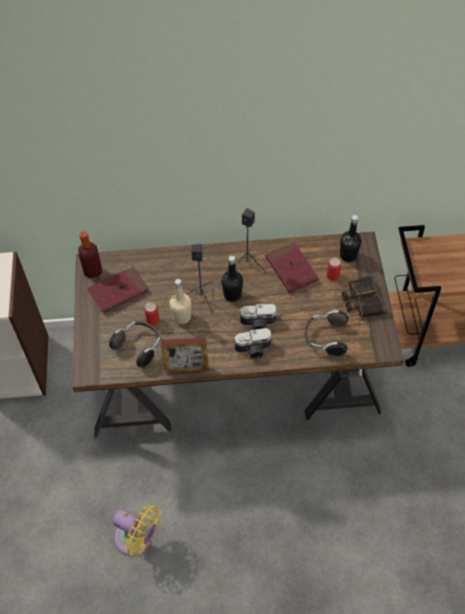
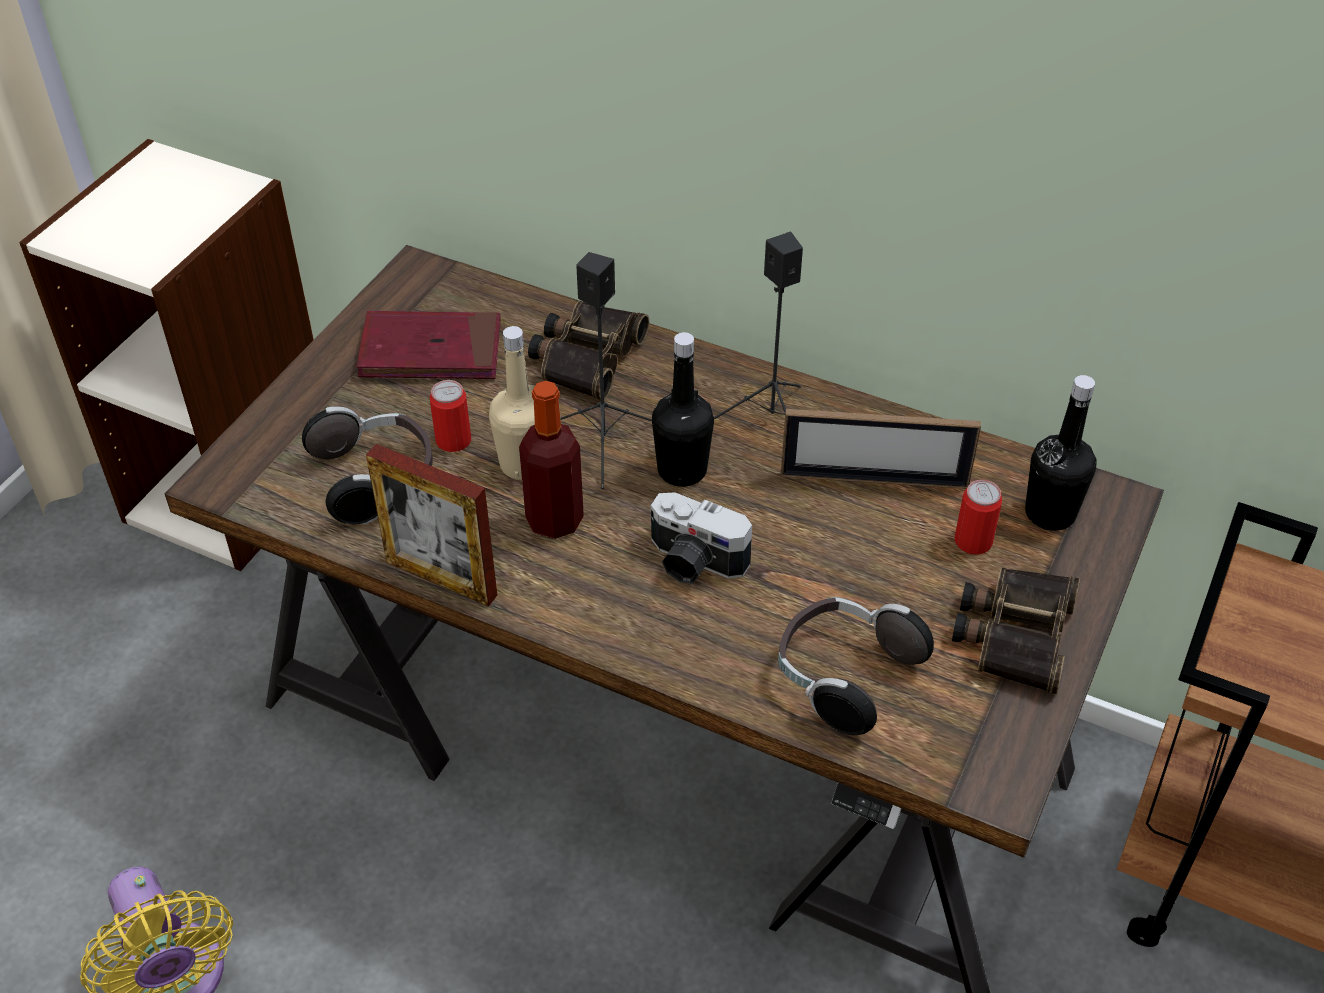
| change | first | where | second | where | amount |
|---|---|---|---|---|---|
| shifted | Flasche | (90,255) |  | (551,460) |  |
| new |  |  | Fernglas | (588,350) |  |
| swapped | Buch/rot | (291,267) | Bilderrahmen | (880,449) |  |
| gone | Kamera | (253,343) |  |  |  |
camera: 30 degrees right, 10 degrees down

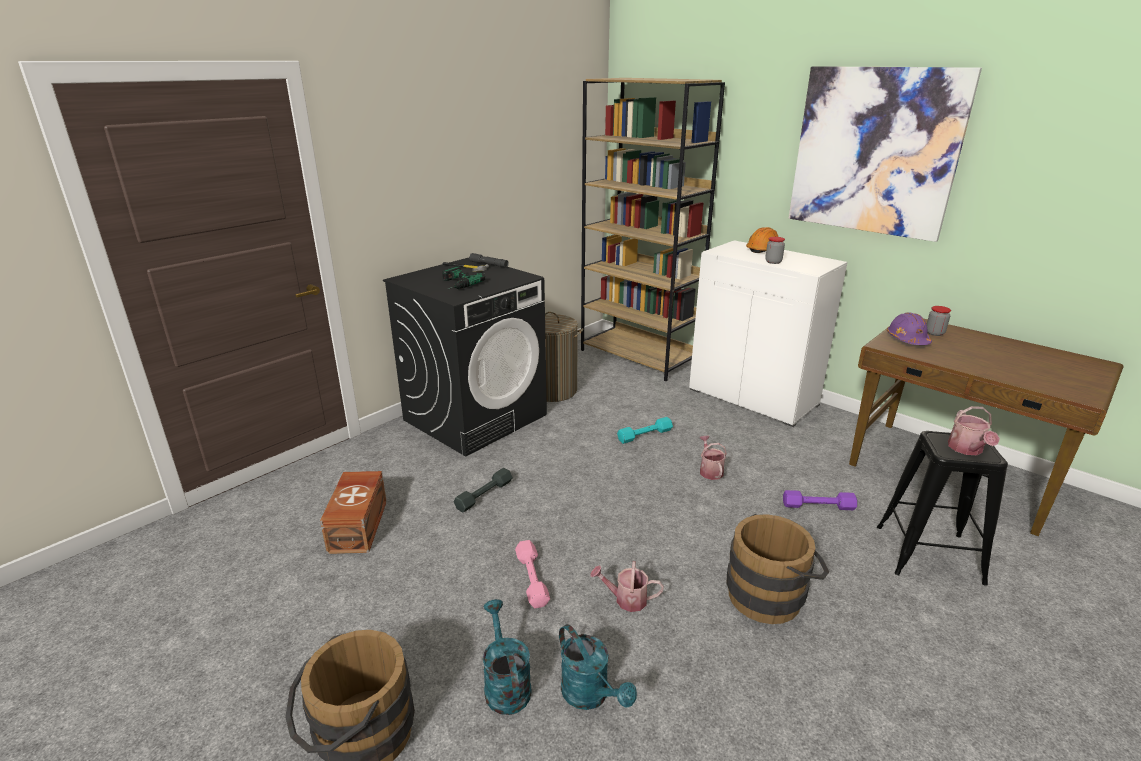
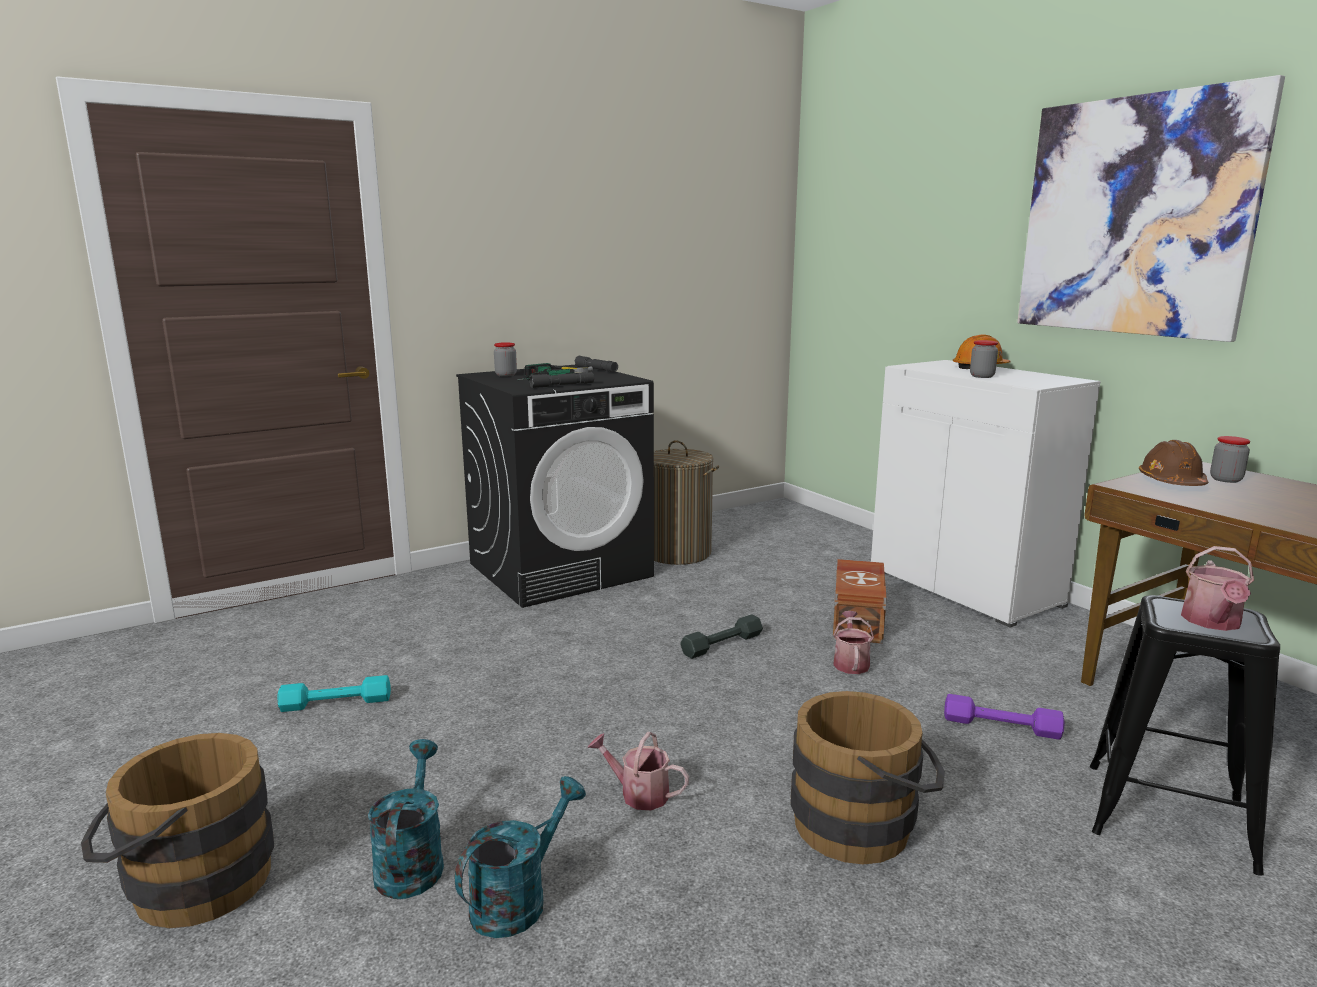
| change | first | where | second | where | amount |
|---|---|---|---|---|---|
| shifted | Hantel/türkis | (645,430) |  | (334,693) |  |
| rotated | Gießkanne/türkis | (598,667) |  | (520,857) | 120 degrees counterclockwise |
| new |  |  | Vorratsglas | (505,359) |  |
| new |  |  | Taschenlampe/grau | (561,380) |  |
| shifted | Hantel/grau | (483,490) |  | (721,636) |  |
| shifted | Aufbewahrungsbox/braun | (353,512) |  | (860,601) |  |
| repainted | Schutzhelm/lila | (909,328) | Schutzhelm/braun | (1173,463) |  |
| gone | Hantel/rosa | (532,574) |  |  |  |
| gone | Bücherregal/braun | (653,229) |  |  |  |
camera: 15 degrees right, 10 degrees down

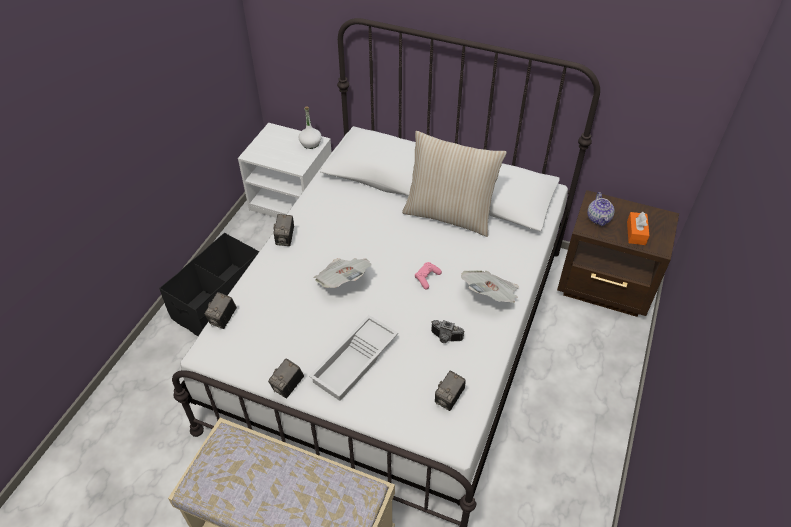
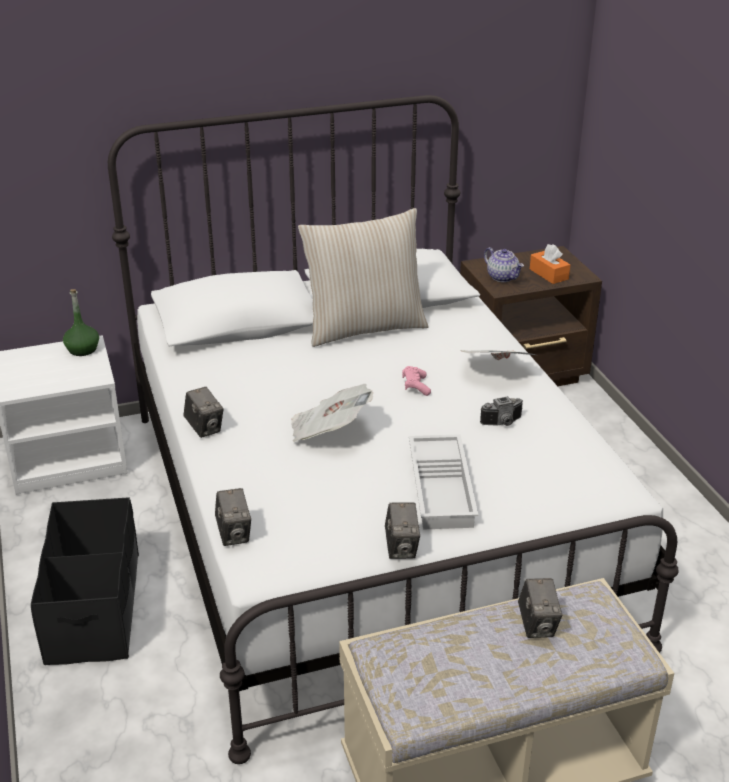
| change | first | where | second | where | amount |
|---|---|---|---|---|---|
| repainted | Flasche/weiß | (310,127) | Flasche/grün | (81,322) |  |
| shifted | Kamera | (450,391) |  | (540,608) |  |
camera: 40 degrees left, 15 degrees down

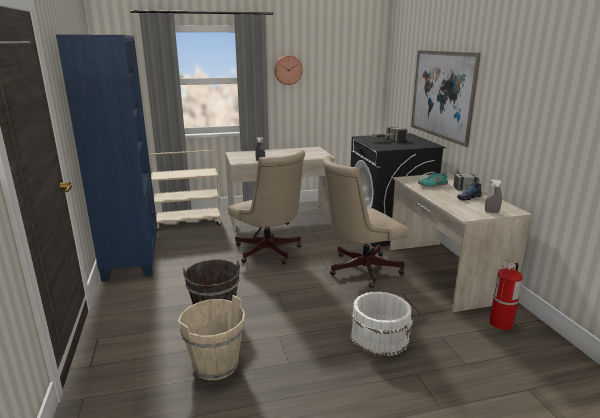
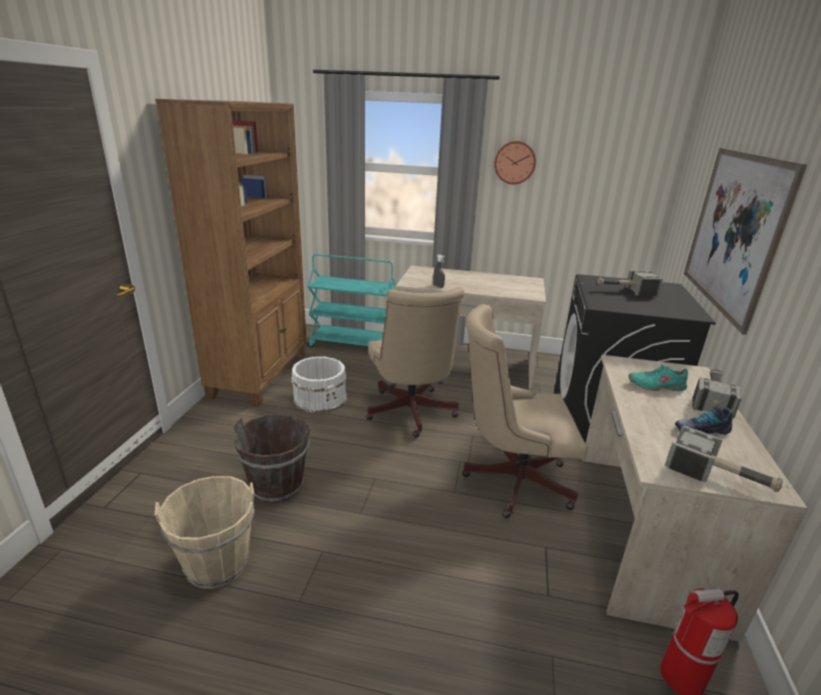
| change | first | where | second | where | amount |
|---|---|---|---|---|---|
| repainted | Bücherregal/blau | (106,158) | Bücherregal/braun | (231,253) |  |
| shifted | Eimer/weiß | (382,324) |  | (319,384) |  |
| repainted | Rollwagen/beige | (185,190) | Rollwagen/türkis | (351,301) |  |
| swapped | Sprühflasche/grau | (493,196) | Hammer | (724,459) |  |
camera: 25 degrees right, 5 degrees up

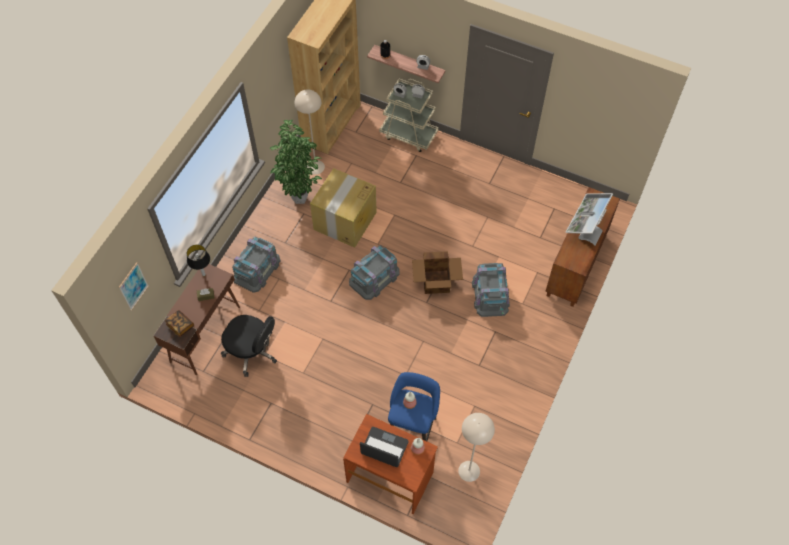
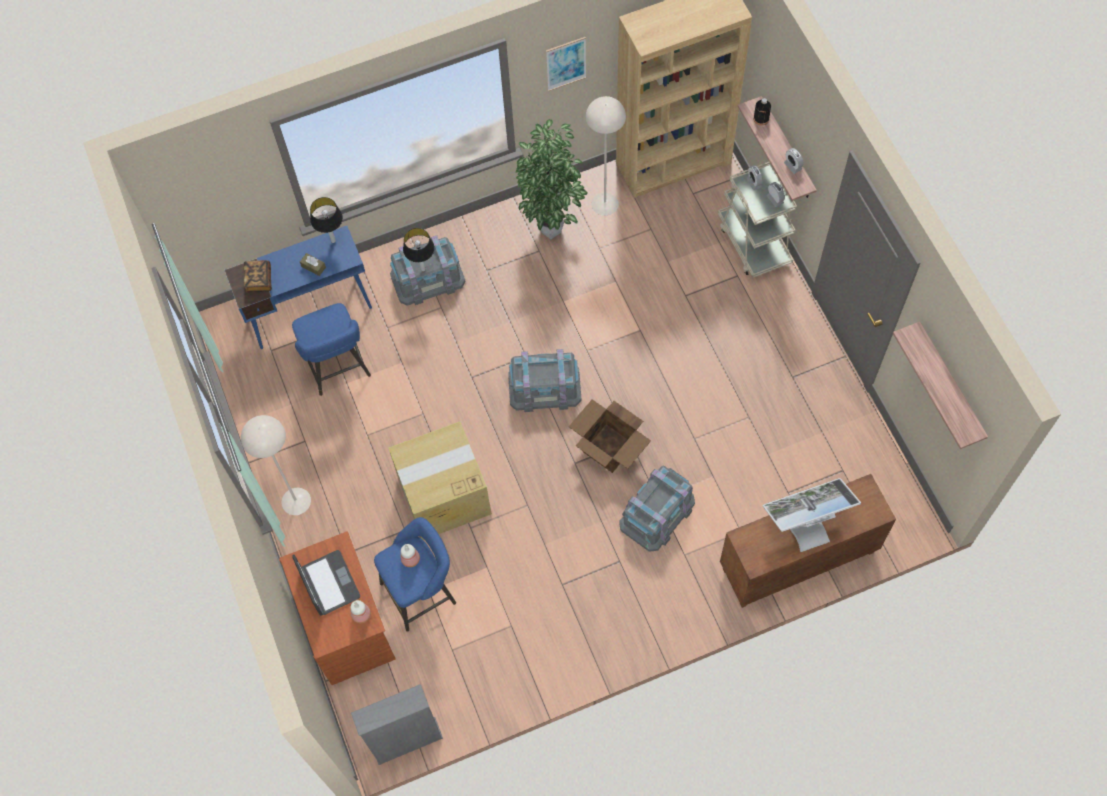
| change | first | where | second | where | amount |
|---|---|---|---|---|---|
| repainted | Schreibtisch/braun | (196,319) | Schreibtisch/blau | (298,287) |  |
| shifted | Stehlampe/beige | (476,447) |  | (276,465) |  |
| swapped | Bürostuhl/schwarz | (249,346) | Hocker/blau | (331,349) |  |
| new |  |  | Bücherregal/grau | (397,724) |  |
| shifted | Karton | (343,208) |  | (440,481) |  |
| new |  |  | Tischlampe | (419,250) |  |
| shifted | Bild | (134,286) |  | (566,64) |  |
| new |  |  | Wandregal | (940,385) |  |
camera: 45 degrees right, 5 degrees up

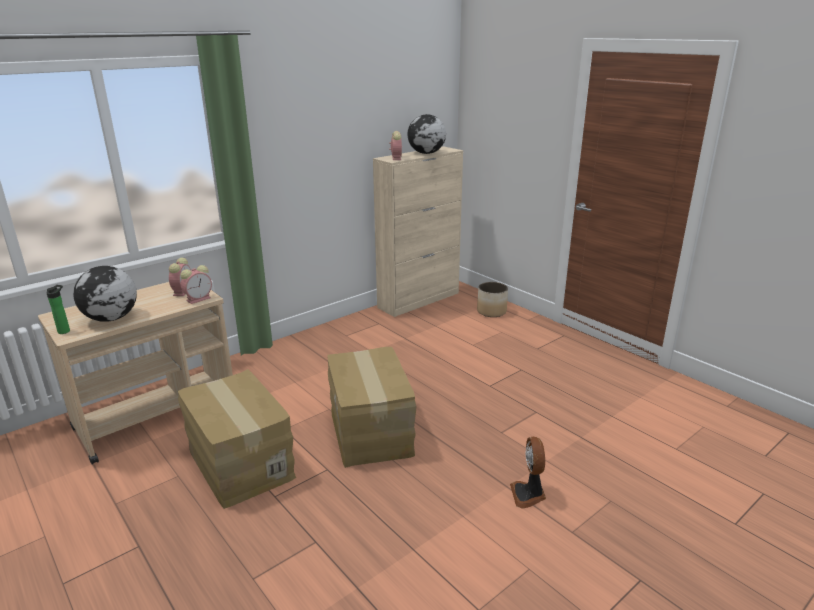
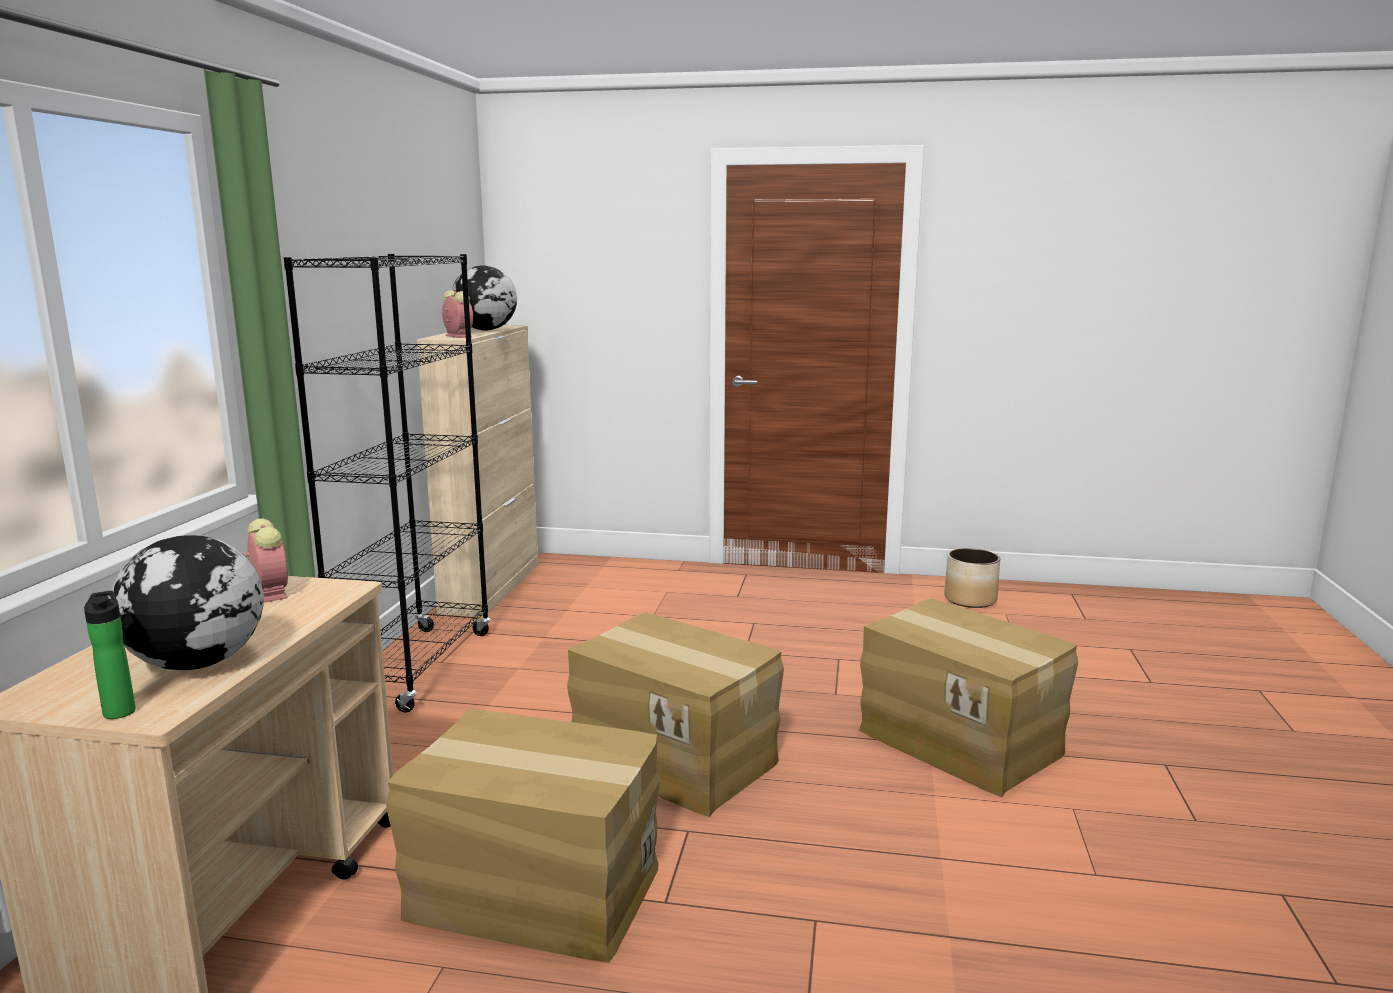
| change | first | where | second | where | amount |
|---|---|---|---|---|---|
| new |  |  | Bücherregal/schwarz | (387,483) |  |
| swapped | Ventilator | (528,472) | Karton | (968,697) |  |
| shifted | Pflanzkübel | (492,299) |  | (972,578) |  |
| gone | Wecker | (196,284) |  |  |  |
camera: 40 degrees left, 10 degrees down

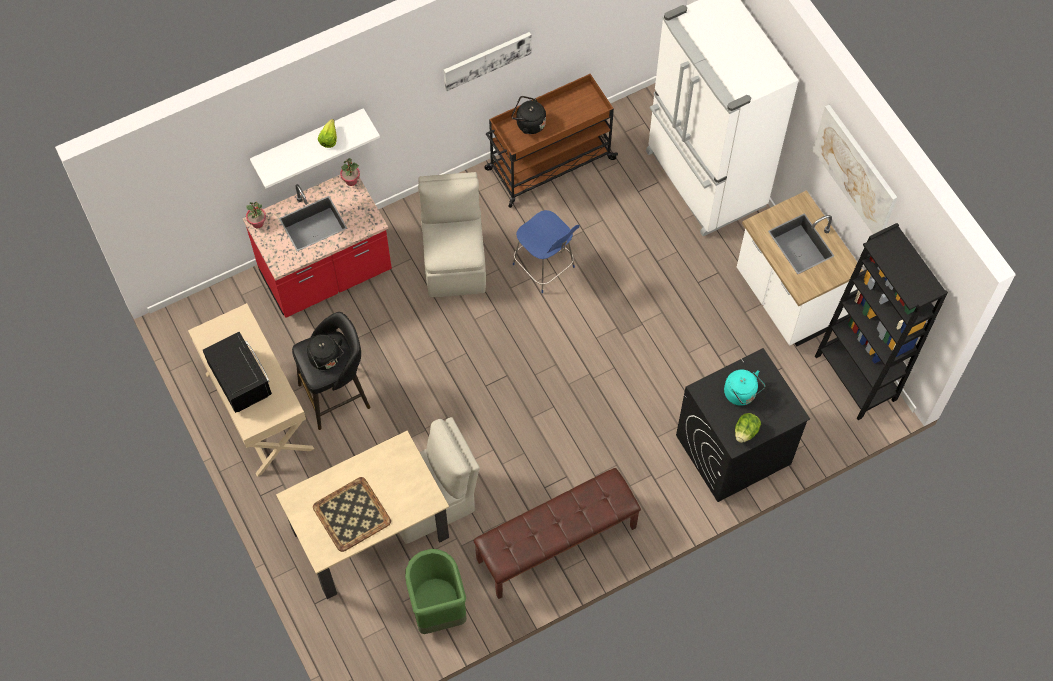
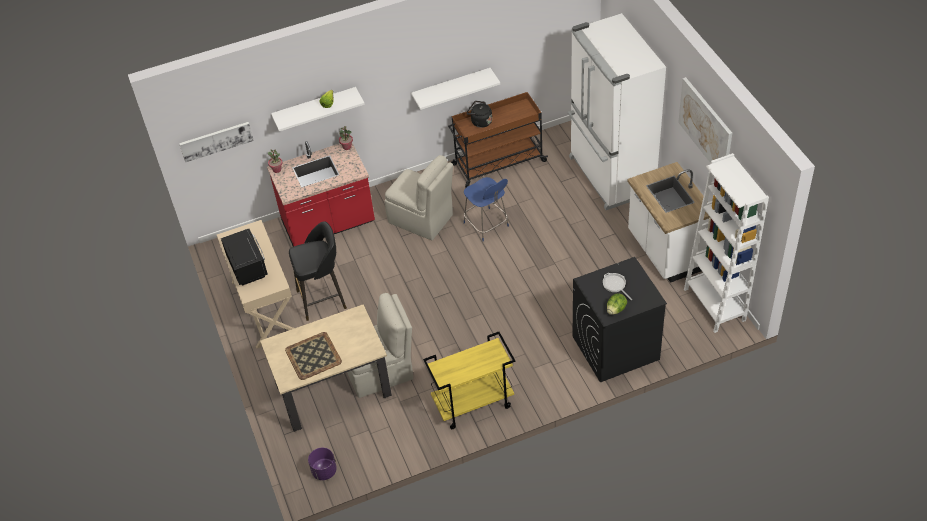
| change | first | where | second | where | amount |
|---|---|---|---|---|---|
| shifted | Bild | (487,61) |  | (216,142) |  |
| new |  |  | Pflanzkübel/lila | (322,464) |  |
| rotated | Stuhl/beige | (452,234) |  | (419,197) | 120 degrees clockwise |
| new |  |  | Wandregal/weiß | (455,89) |  |
| swapped | Bank/braun | (557,533) | Rollwagen/gelb | (469,380) |  |
| swapped | Wasserkessel/türkis | (744,387) | Pfanne | (617,286) |  |
| repainted | Bücherregal/schwarz | (881,321) | Bücherregal/weiß | (726,243) |  |
| gone | Wasserkessel/schwarz | (325,352) |  |  |  |
| gone | Mülleimer/grün | (436,591) |  |  |  |
camera: 10 degrees right, 15 degrees down

